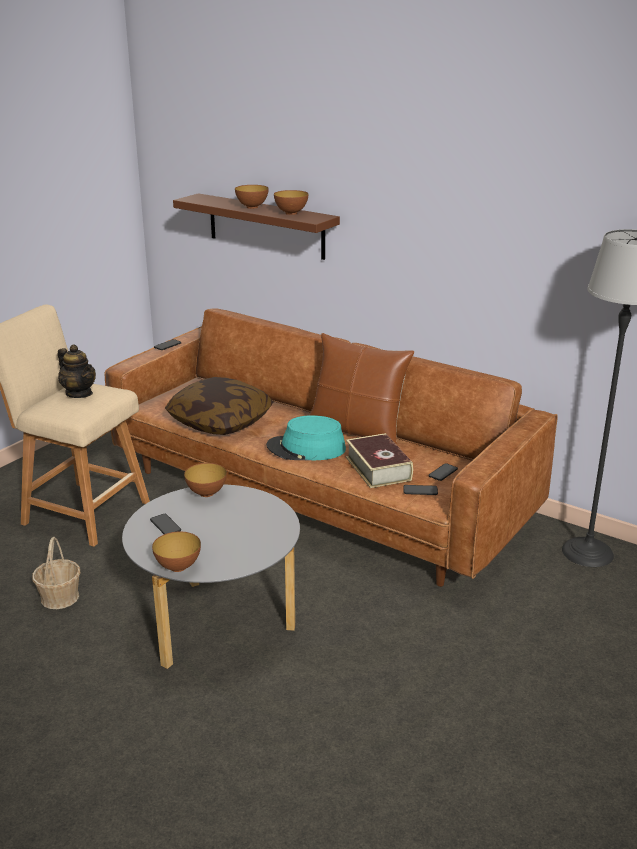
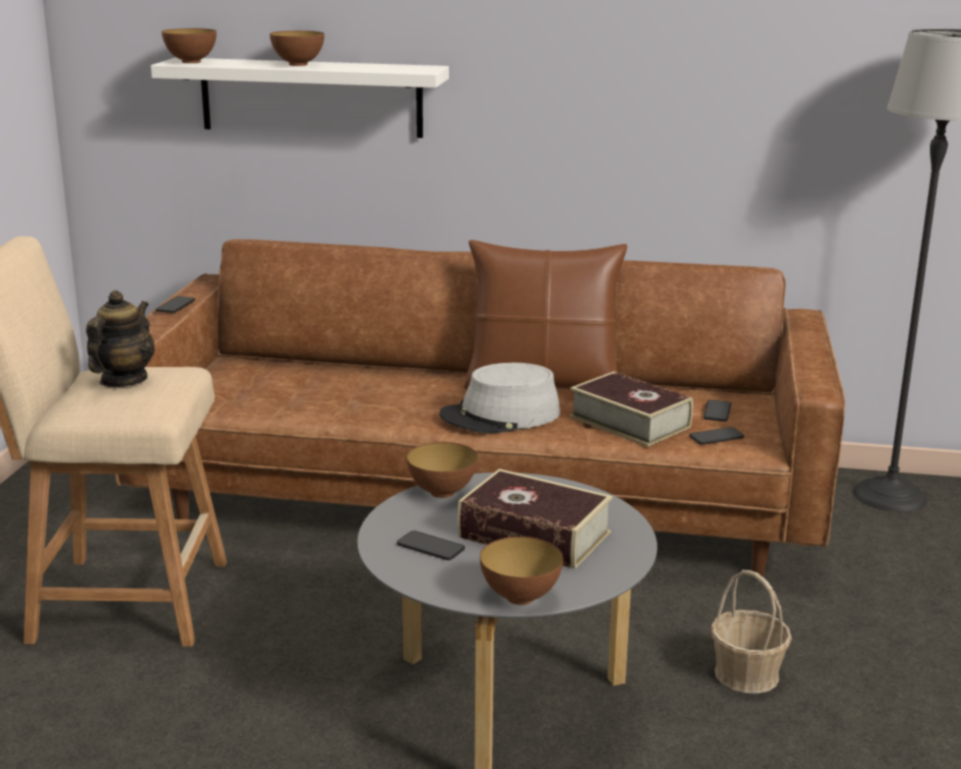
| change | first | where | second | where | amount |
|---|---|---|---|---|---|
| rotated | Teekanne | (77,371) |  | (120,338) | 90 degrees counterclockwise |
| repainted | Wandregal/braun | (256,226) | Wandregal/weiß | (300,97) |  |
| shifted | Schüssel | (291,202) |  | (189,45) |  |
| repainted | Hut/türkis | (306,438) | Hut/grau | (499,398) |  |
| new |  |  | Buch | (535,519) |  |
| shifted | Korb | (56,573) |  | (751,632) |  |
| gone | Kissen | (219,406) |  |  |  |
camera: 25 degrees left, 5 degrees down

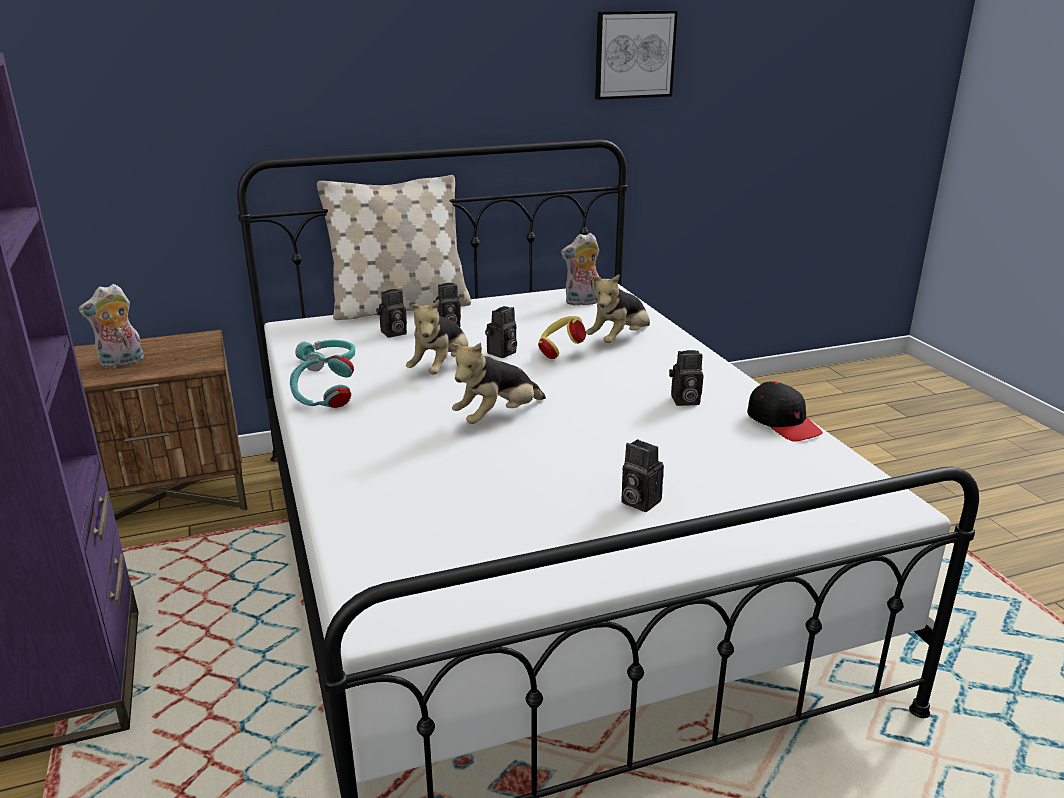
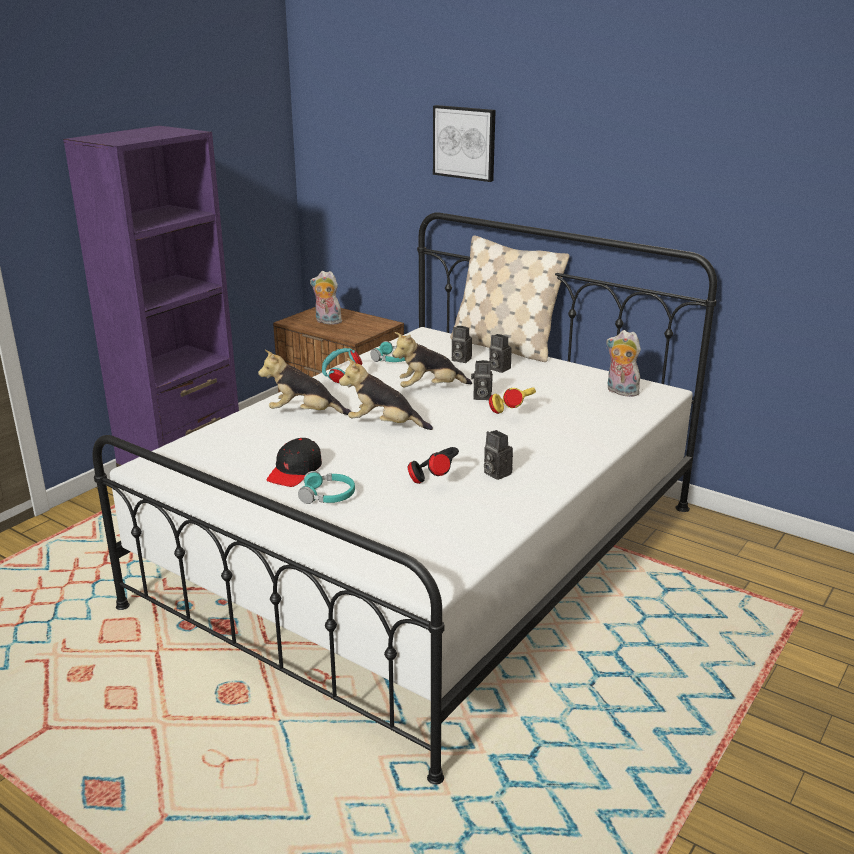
| change | first | where | second | where | amount |
|---|---|---|---|---|---|
| shifted | Plüschtier | (618,308) |  | (304,382) |  |
| shifted | Kappe/schwarz | (785,411) |  | (294,462) |  |
| swapped | Kamera | (643,475) | Kopfhörer/türkis | (326,487) |  |
| new |  |  | Kopfhörer/schwarz | (433,465) |  |
| shifted | Bild | (636,55) |  | (464,143) |  |
camera: 55 degrees right, 0 degrees up

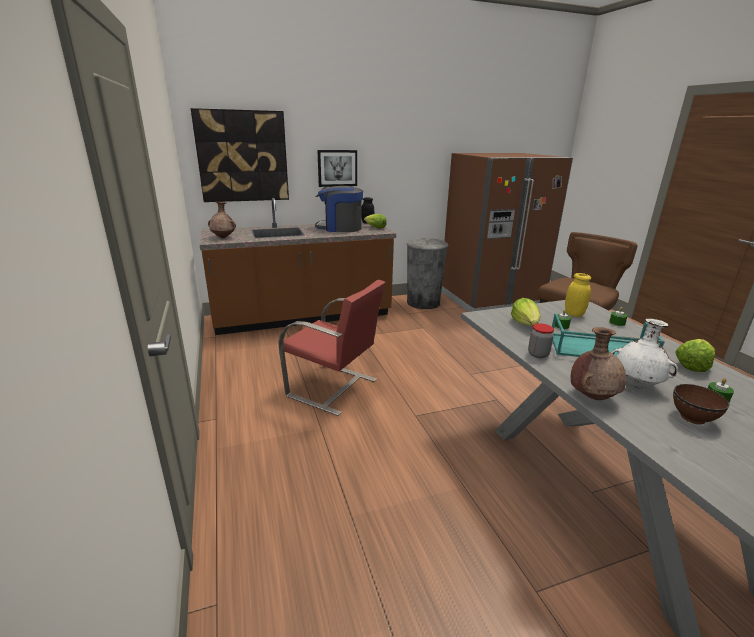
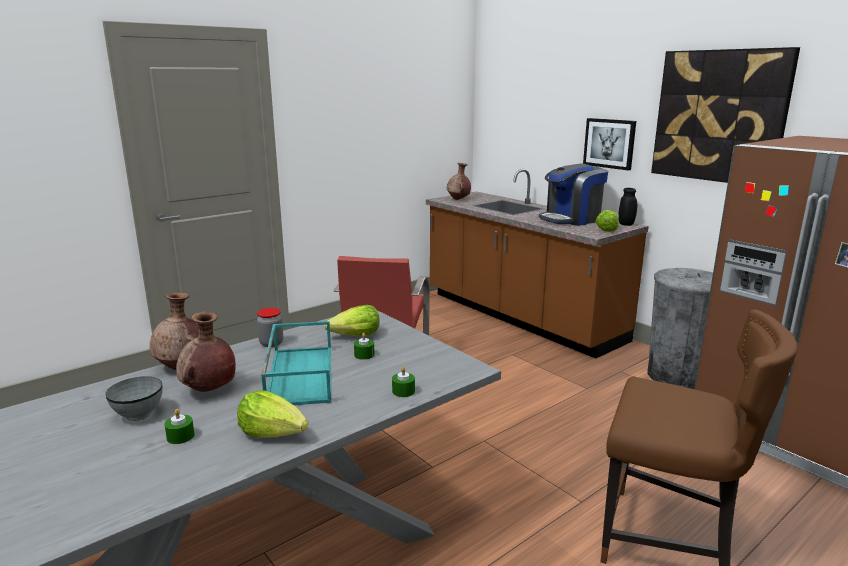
| change | first | where | second | where | amount |
|---|---|---|---|---|---|
| repainted | Schüssel/braun | (701,404) | Schüssel/grau | (134,398) |  |
| repainted | Vase/weiß | (645,353) | Vase/braun | (206,351) |  |
| rotated | Kaffeemaschine | (339,209) |  | (573,195) | 105 degrees counterclockwise |
| shifted | Bild | (240,155) |  | (725,115) |  |
| gone | Vorratsglas/gelb | (578,295) |  |  |  |
camera: 70 degrees right, 5 degrees down

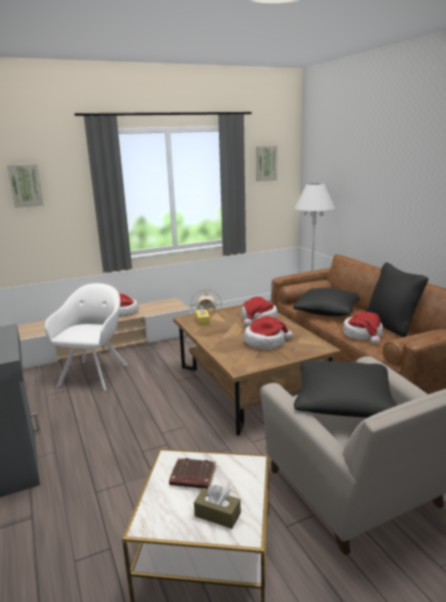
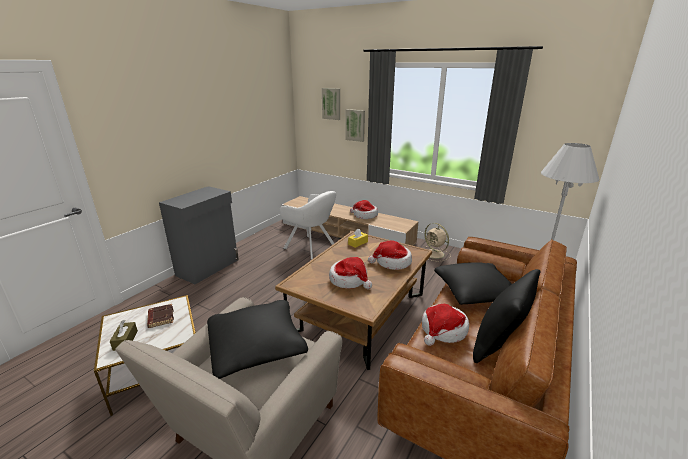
| change | first | where | second | where | amount |
|---|---|---|---|---|---|
| rotated | Sessel/weiß | (86,337) |  | (308,225) | 60 degrees clockwise |
| shifted | Bild | (267,163) |  | (355,125) |  |
camera: 55 degrees right, 5 degrees up

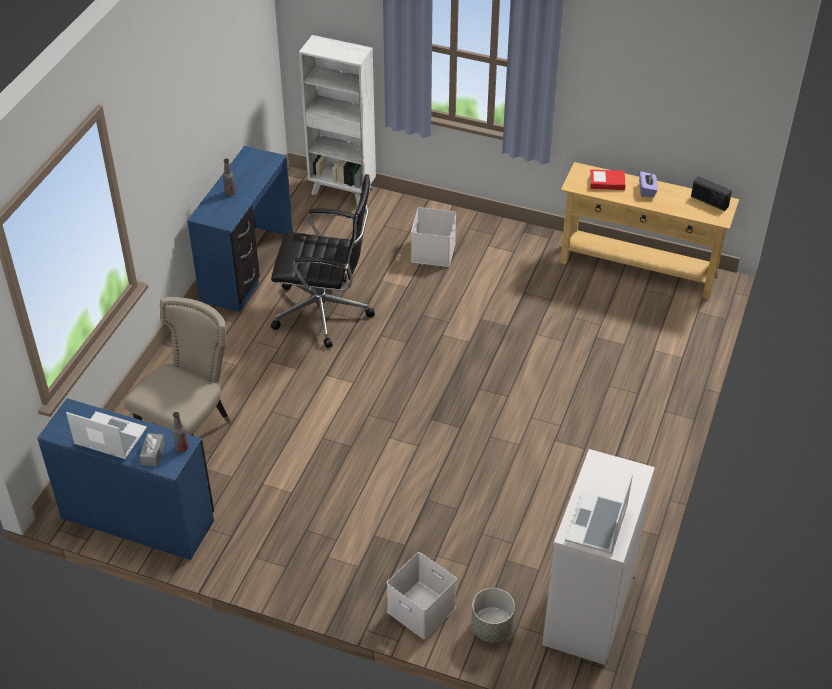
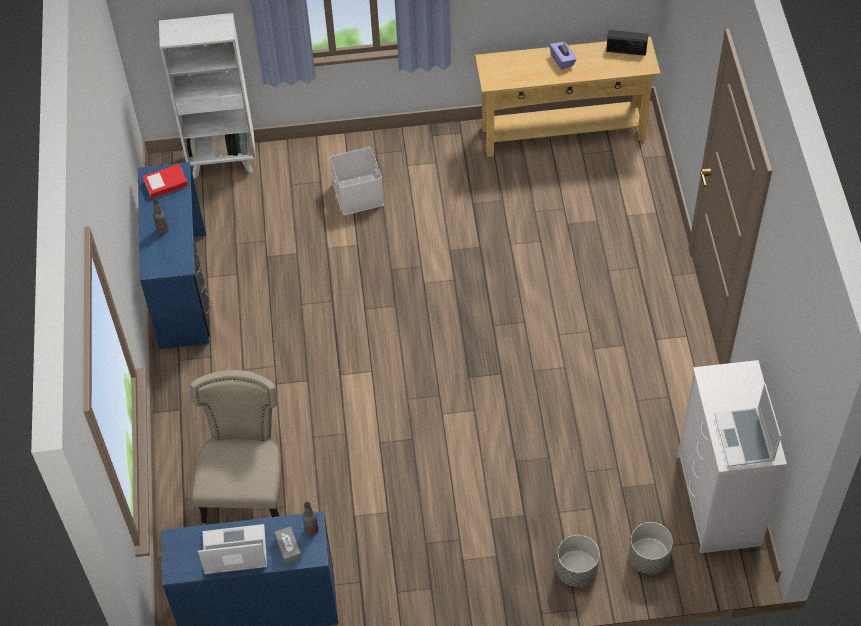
| change | first | where | second | where | amount |
|---|---|---|---|---|---|
| shifted | Buch | (608,180) |  | (165,181) |  |
| swapped | Aufbewahrungsbox/weiß | (422,595) | Pflanzkübel/grau | (578,561) |  |
| gone | Bürostuhl/schwarz | (323,261) |  |  |  |
camera: 25 degrees left, 10 degrees up

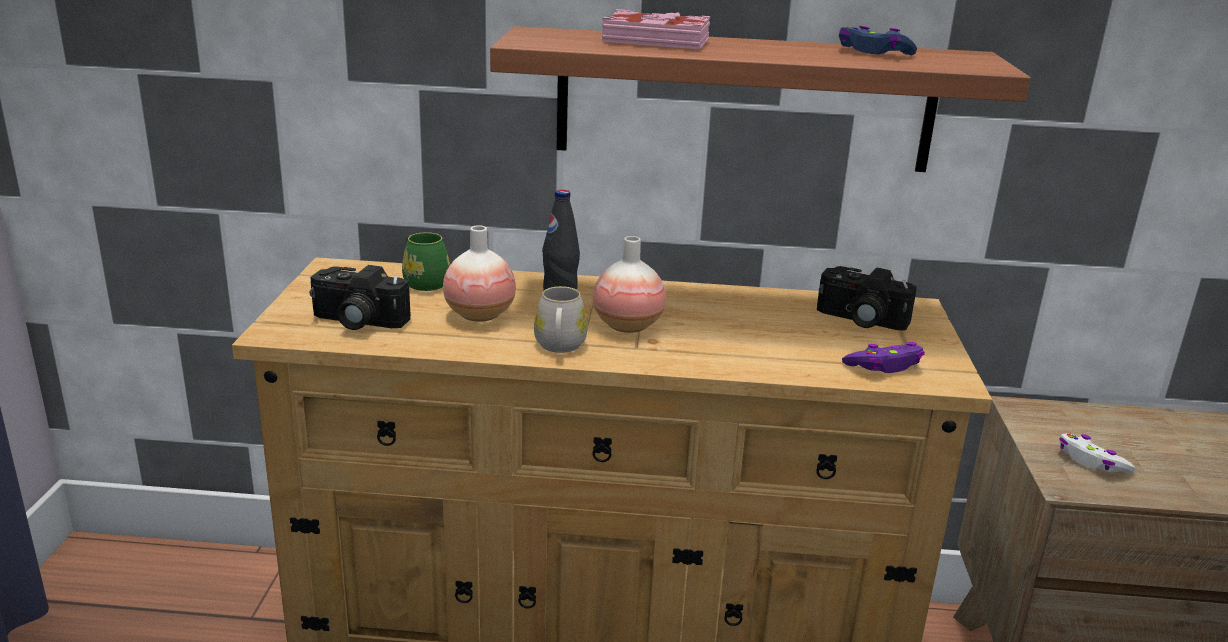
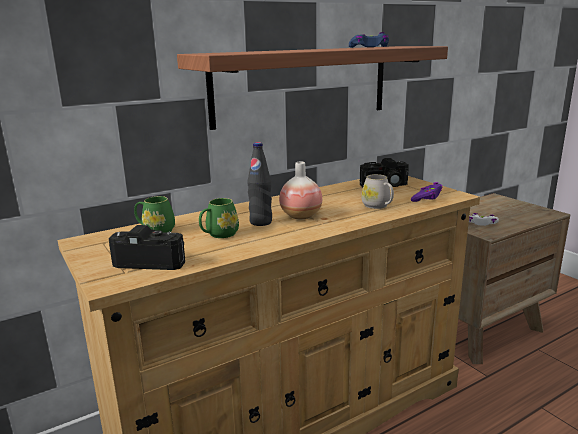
| change | first | where | second | where | amount |
|---|---|---|---|---|---|
| rotated | Kamera | (360,297) |  | (147,247) | 150 degrees counterclockwise |
| swapped | Vase | (479,273) | Henkelbecher/grün | (219,218) |  |
| shifted | Henkelbecher/weiß | (560,319) |  | (377,191) |  |
| gone | Buch/rosa | (656,29) |  |  |  |
camera: 35 degrees left, 5 degrees down

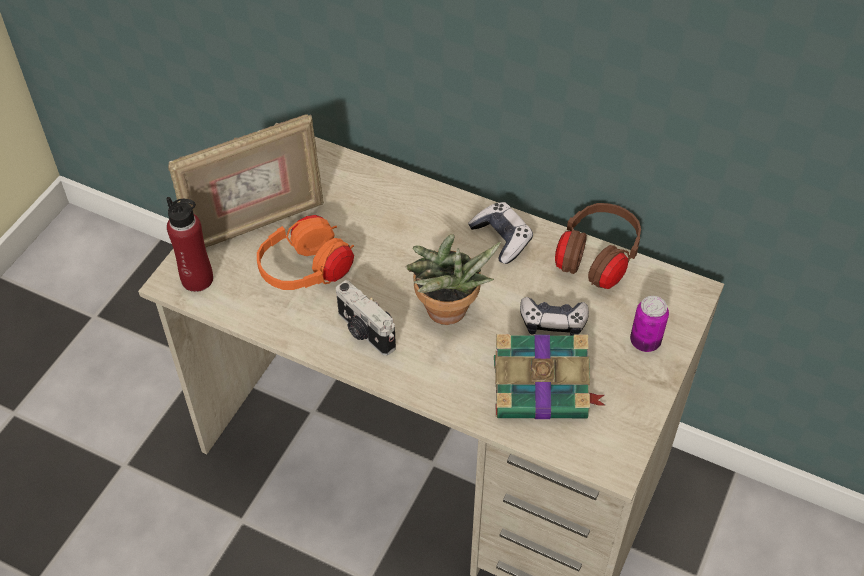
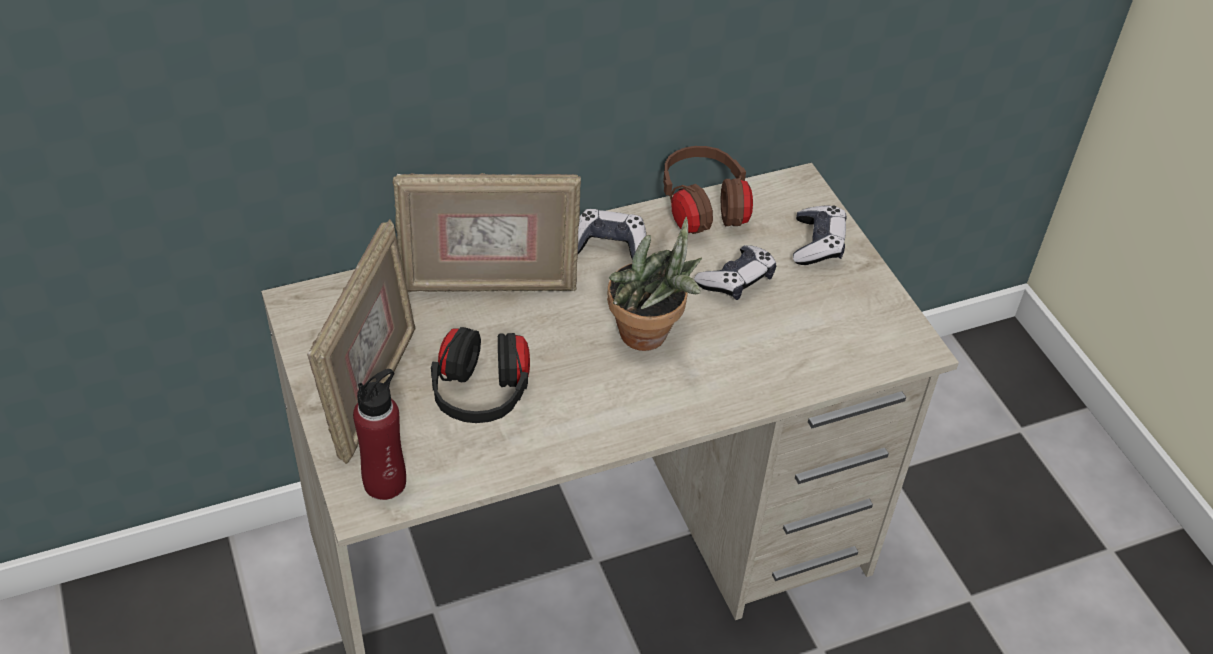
| change | first | where | second | where | amount |
|---|---|---|---|---|---|
| new |  |  | Bilderrahmen | (487,232) |  |
| repainted | Kopfhörer/orange | (305,252) | Kopfhörer/schwarz | (480,375) |  |
| swapped | Dose | (649,324) | Gamepad | (819,235) |  |
| gone | Kamera | (366,318) |  |  |  |
| gone | Buch | (550,376) |  |  |  |
camera: 50 degrees left, 5 degrees down

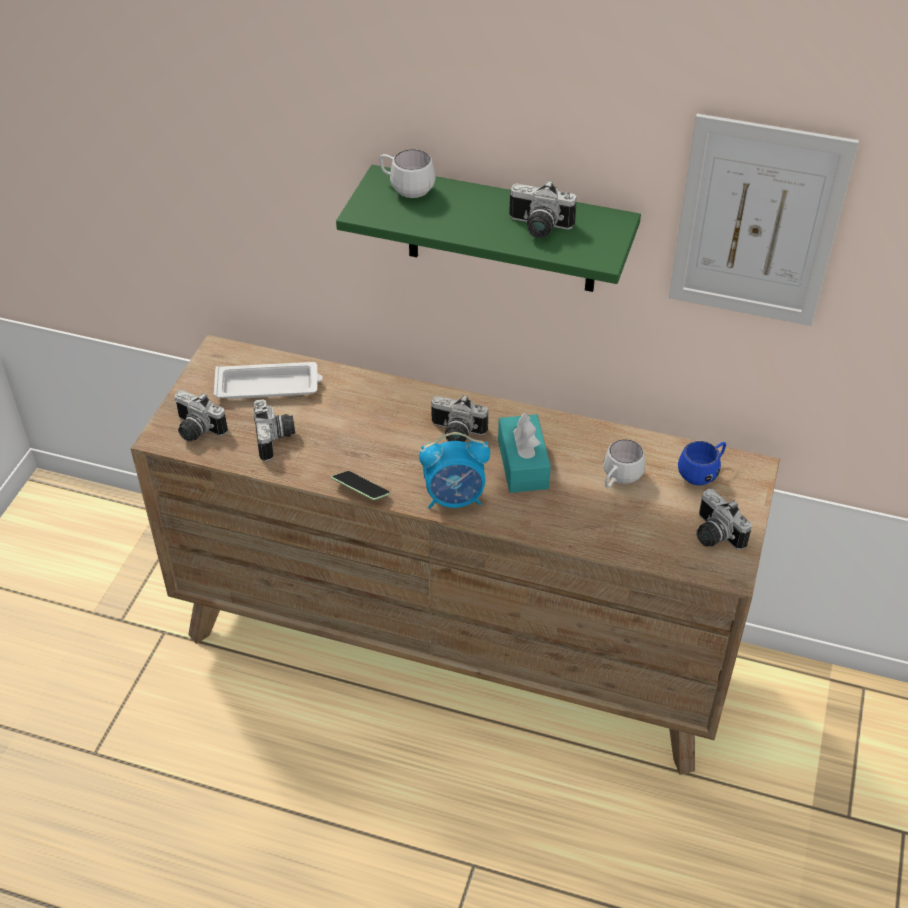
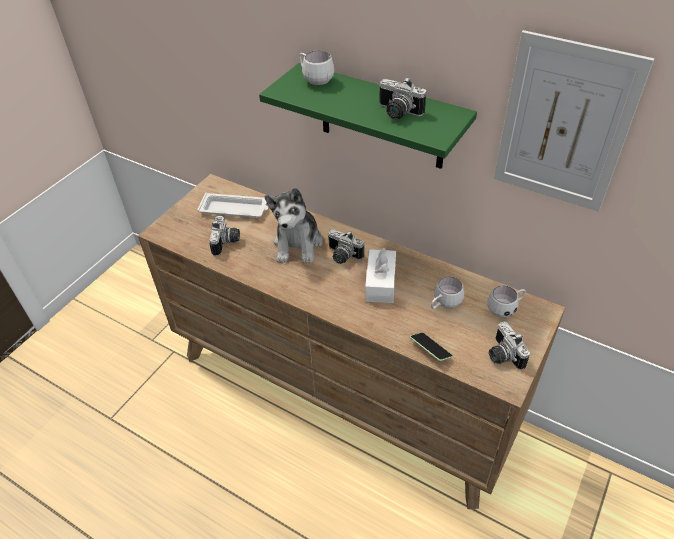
| change | first | where | second | where | amount |
|---|---|---|---|---|---|
| new |  |  | Plüschtier | (294,225) |  |
| repainted | Taschentuchbox/türkis | (524,453) | Taschentuchbox/weiß | (380,275) |  |
| shifted | Handy | (360,485) |  | (431,347) |  |
| repainted | Henkelbecher/blau | (702,463) | Henkelbecher/weiß | (506,301) |  |
| gone | Kamera | (201,416) |  |  |  |
| gone | Wecker | (454,470) |  |  |  |
camera: 15 degrees right, 0 degrees up

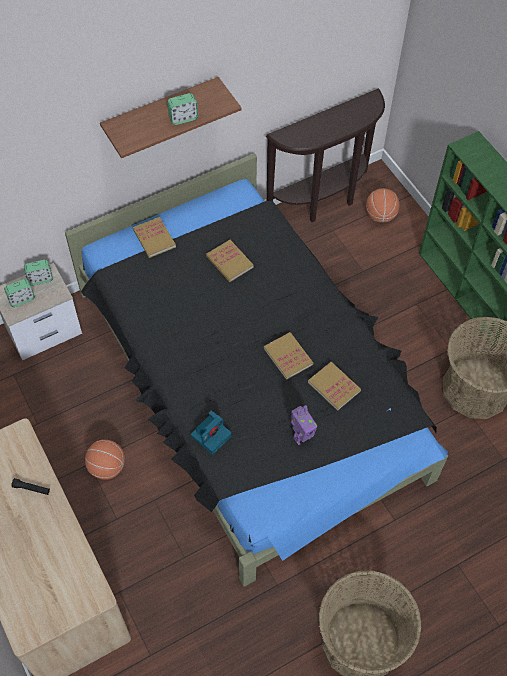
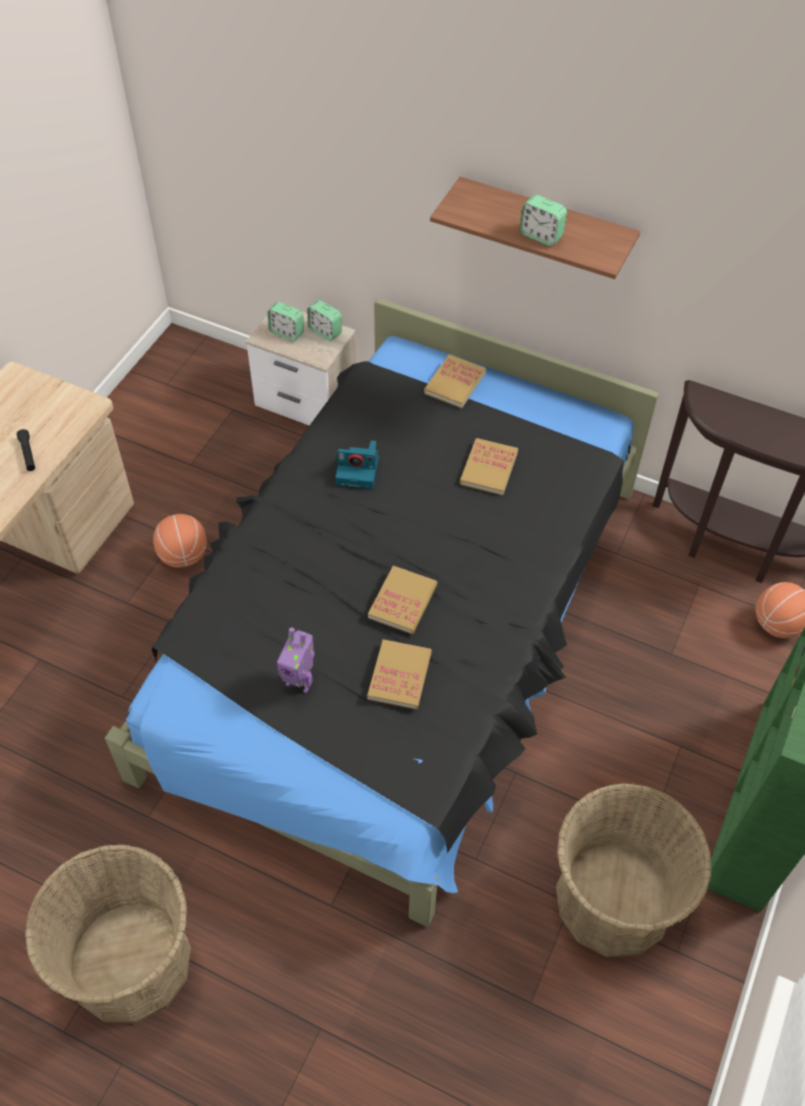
| change | first | where | second | where | amount |
|---|---|---|---|---|---|
| shifted | Kamera | (211,432) |  | (357,464) |  |
camera: 55 degrees right, 5 degrees down

